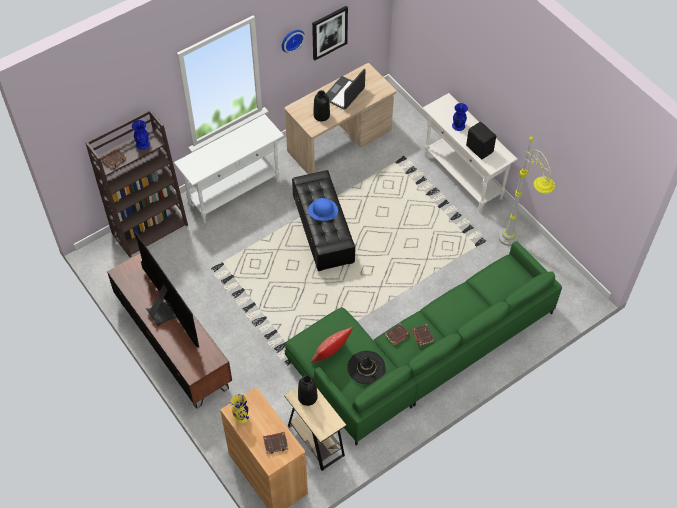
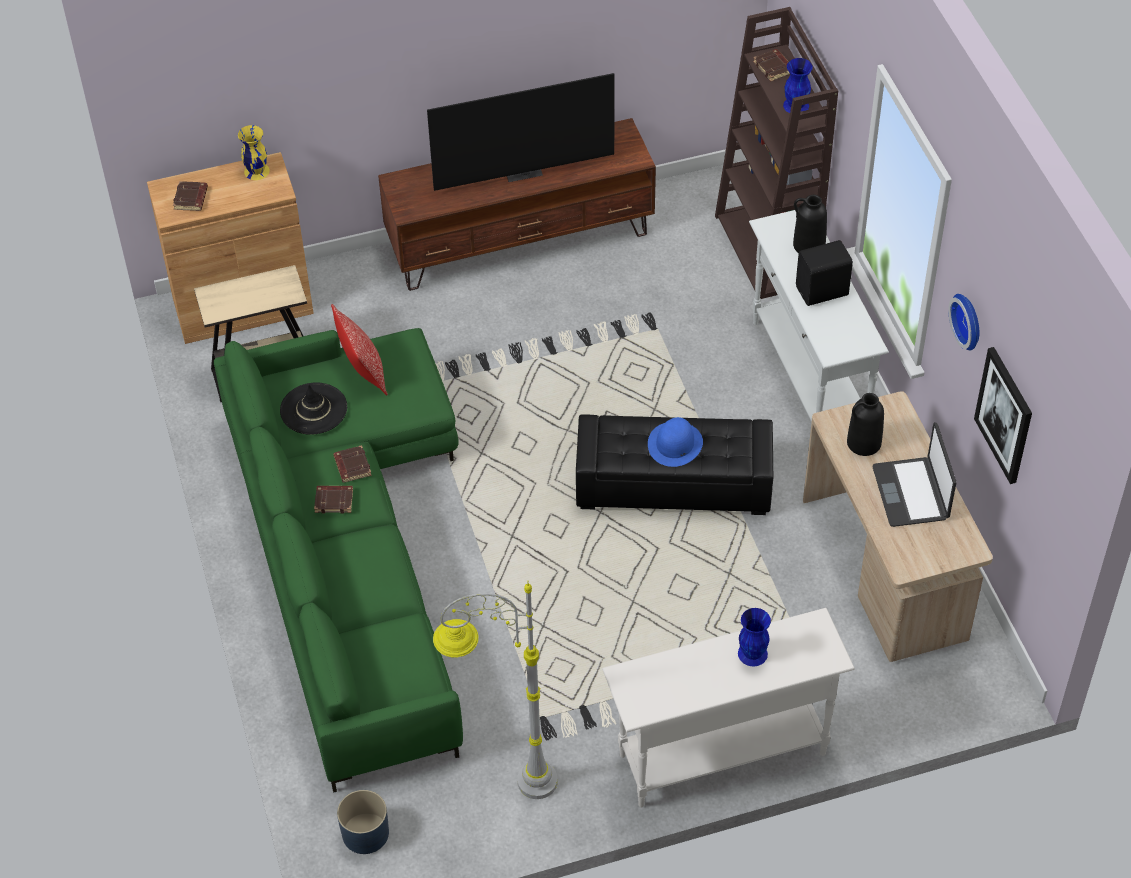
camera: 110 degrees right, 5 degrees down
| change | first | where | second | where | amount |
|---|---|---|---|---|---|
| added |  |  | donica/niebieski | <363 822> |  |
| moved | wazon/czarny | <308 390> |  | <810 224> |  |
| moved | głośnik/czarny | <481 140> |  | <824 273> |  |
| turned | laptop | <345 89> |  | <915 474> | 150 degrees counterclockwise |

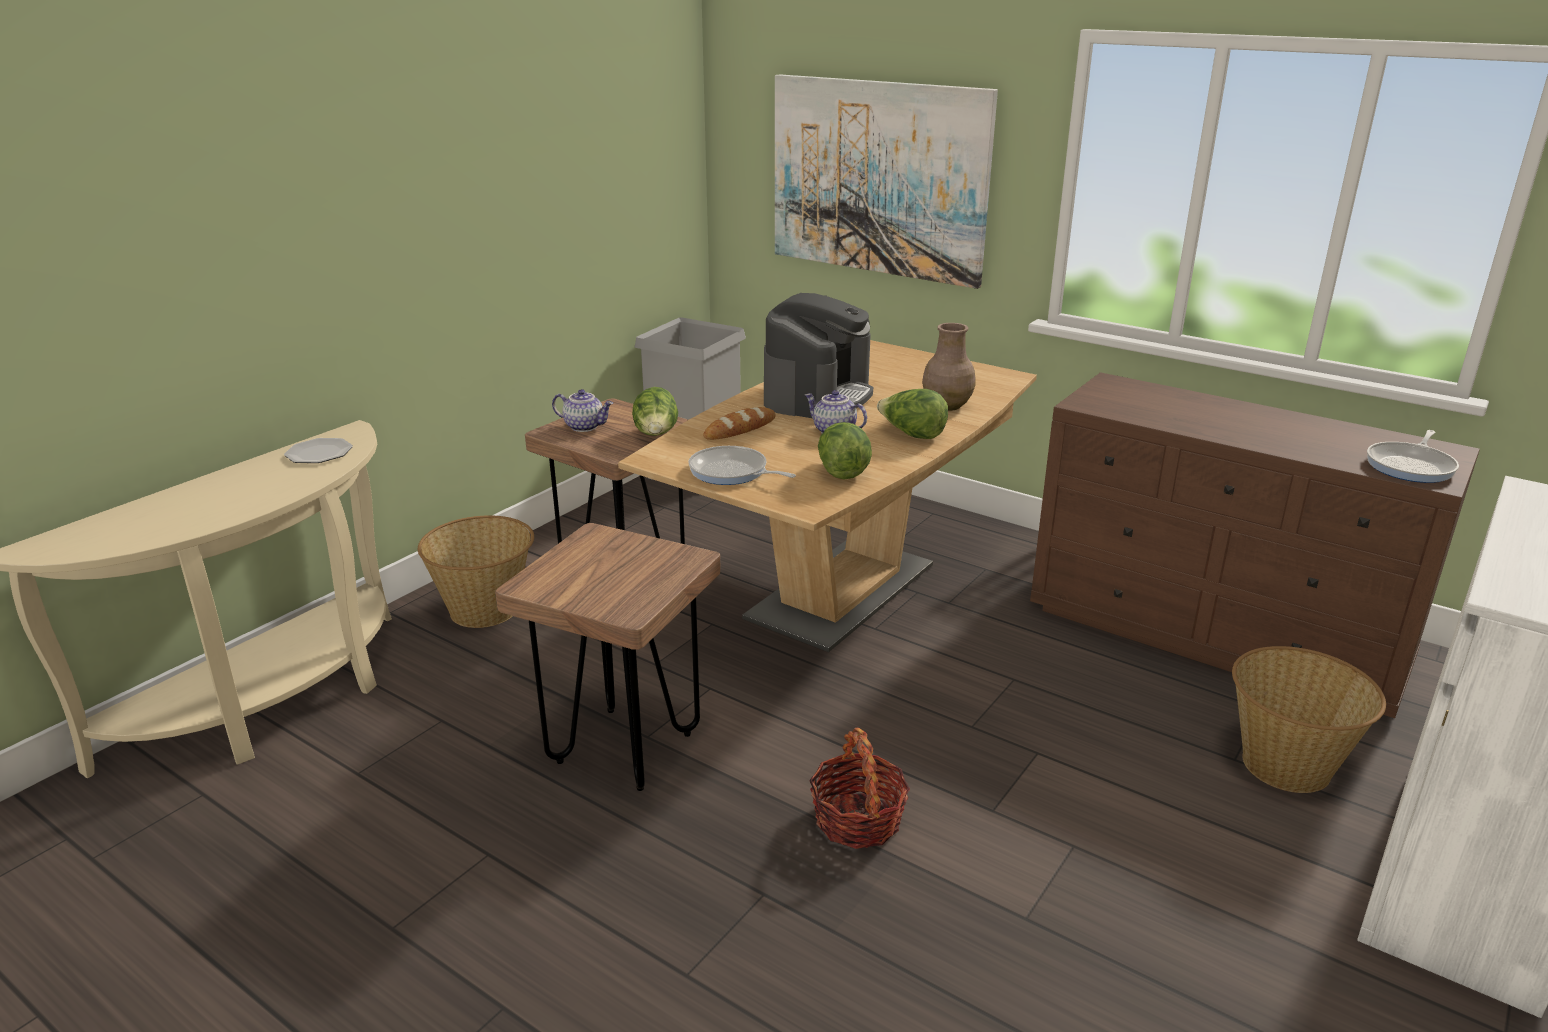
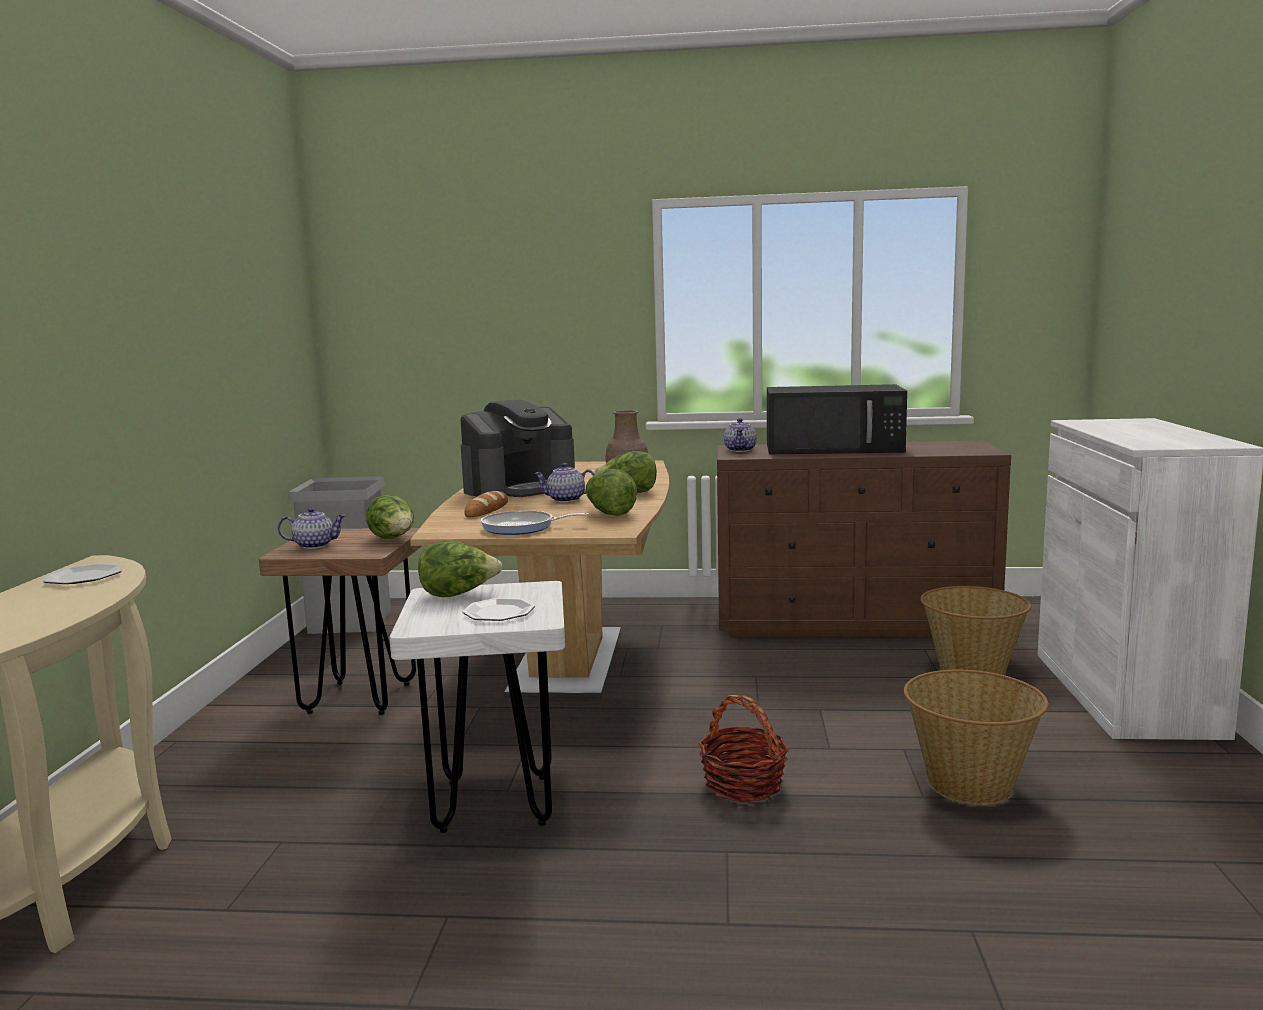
camera: 30 degrees left, 15 degrees down
| change | first | where | second | where | amount |
|---|---|---|---|---|---|
| recoloured | stołek/brązowy | <608 657> | stołek/biały | <477 707> |  |
| added |  |  | sałata | <460 569> |  |
| turned | ekspres do kawy | <818 355> |  | <518 448> | 60 degrees clockwise |
| added |  |  | talerz | <498 609> |  |
| added |  |  | imbryk | <740 435> |  |
| added |  |  | mikrofalówka/czarny | <837 419> |  |
| moved | koszyk | <476 572> |  | <976 737> |  |
| removed | obraz | <886 181> |  |  |  |
| removed | patelnia | <1413 456> |  |  |  |

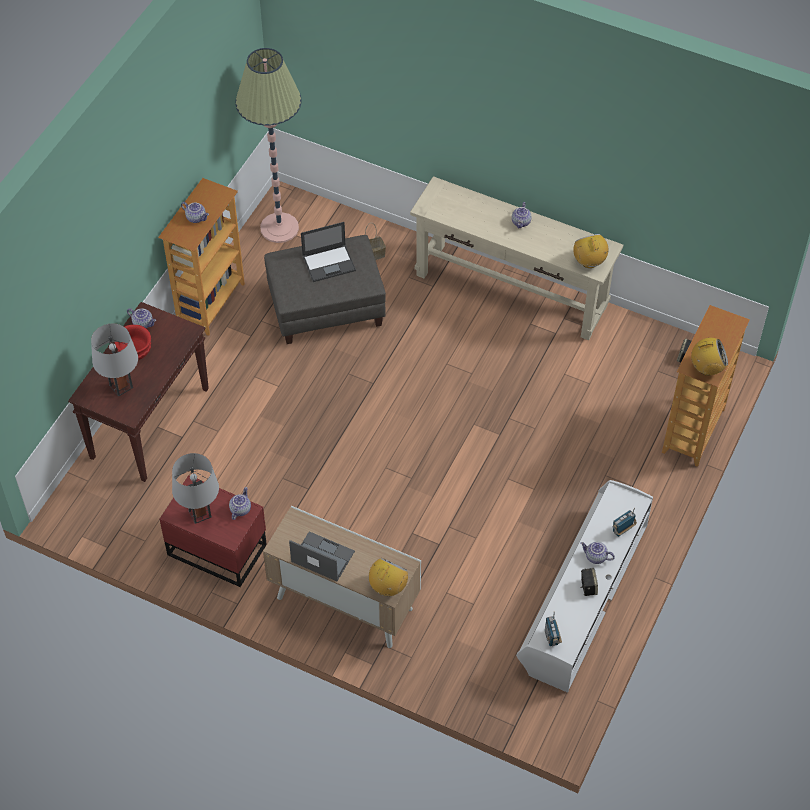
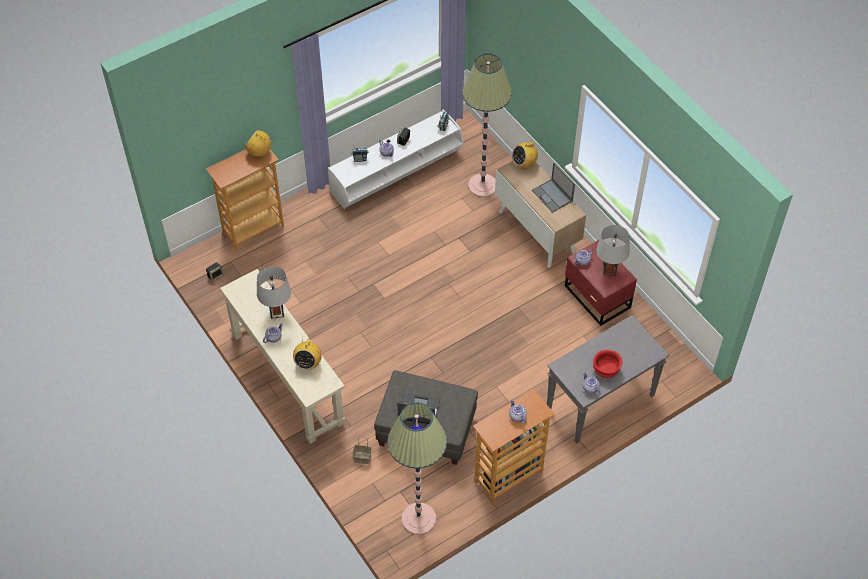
camera: 150 degrees left, 0 degrees up
| change | first | where | second | where | amount |
|---|---|---|---|---|---|
| moved | lampa stołowa/szary | <114 360> |  | <274 292> |  |
| moved | radio | <590 251> |  | <307 353> |  |
| added |  |  | lampa stojąca | <487 125> |  |
| recoloured | stolik konsolowy/brązowy | <138 392> | stolik konsolowy/szary | <608 379> |  |

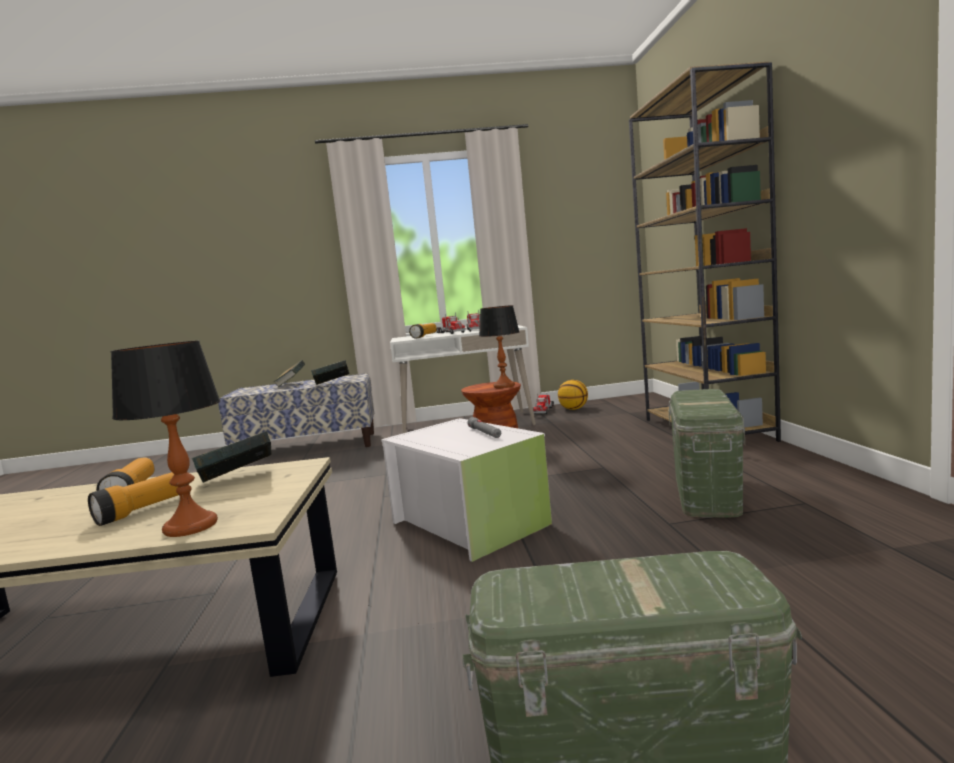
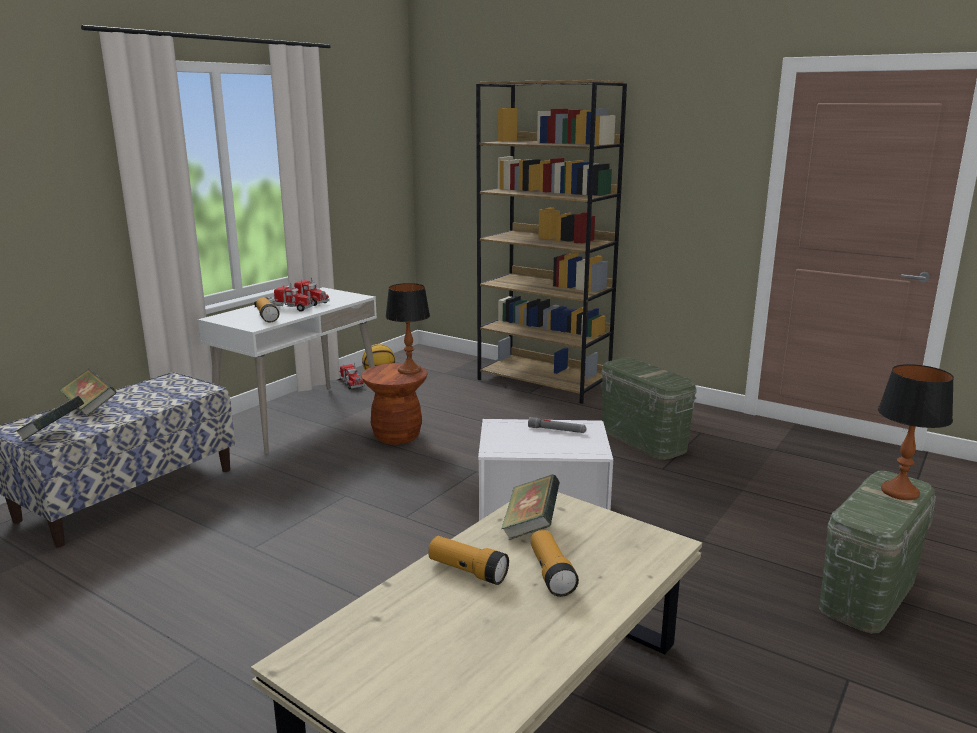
camera: 50 degrees left, 10 degrees up
| change | first | where | second | where | amount |
|---|---|---|---|---|---|
| moved | książka | <330 372> |  | <49 418> |  |
| moved | lampa stołowa | <165 439> |  | <916 432> |  |

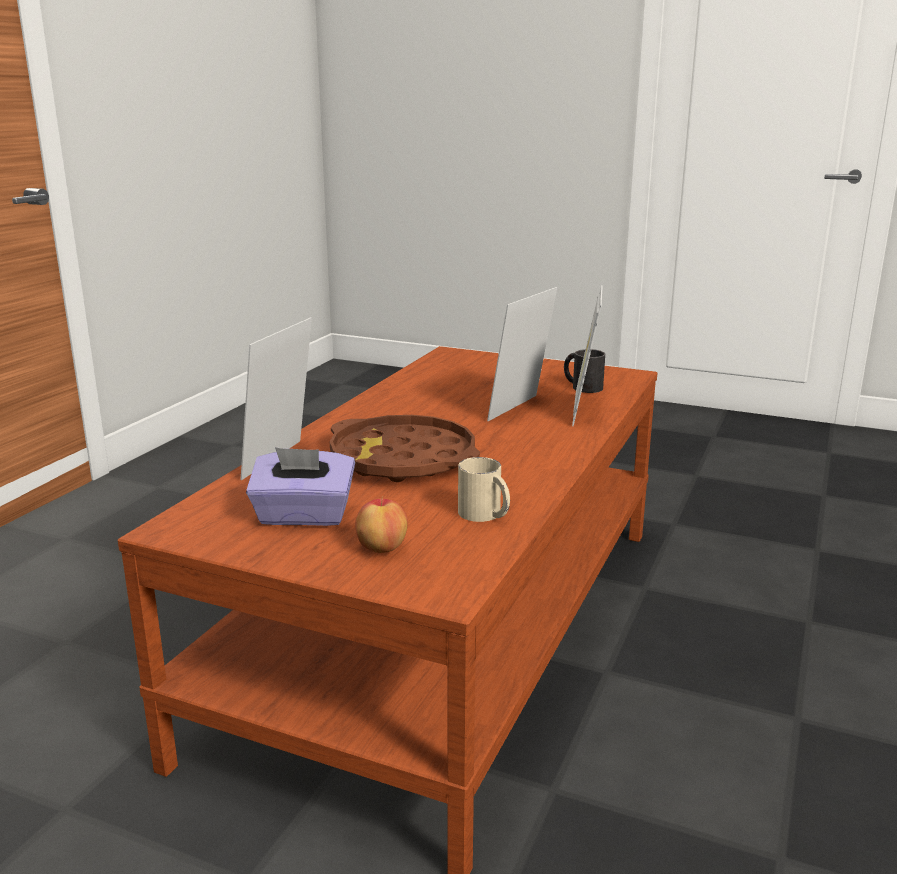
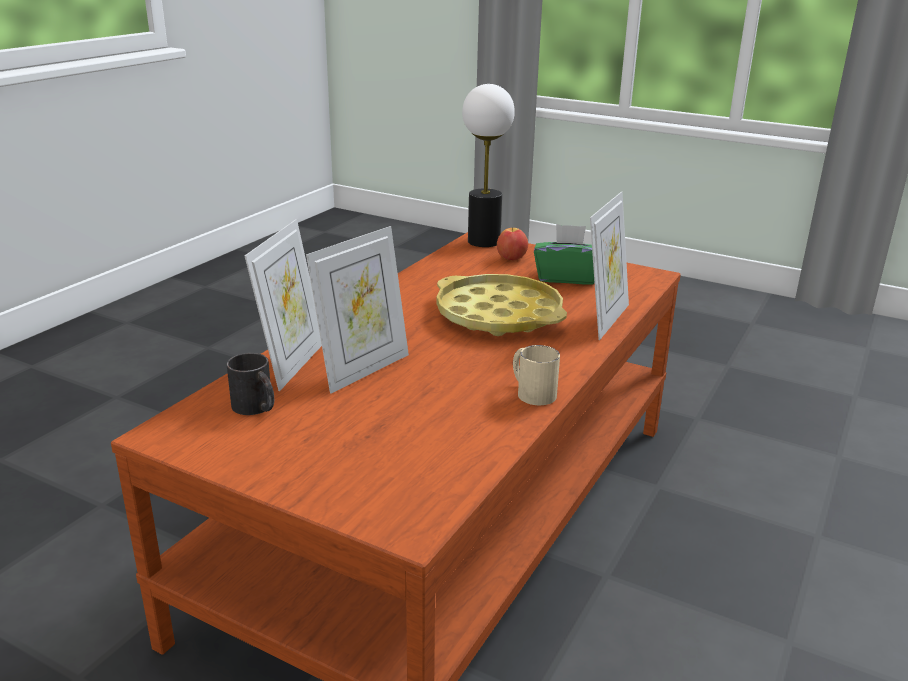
camera: 175 degrees left, 5 degrees up
| change | first | where | second | where | amount |
|---|---|---|---|---|---|
| recoloured | taca/brązowy | <405 448> | taca/żółty | <501 305> |  |
| added |  |  | lampa stołowa | <488 165> |  |
| moved | kubek/beżowy | <484 489> |  | <536 375> |  |
| recoloured | pudełko chusteczek/fioletowy | <300 486> | pudełko chusteczek/zielony | <564 254> |  |

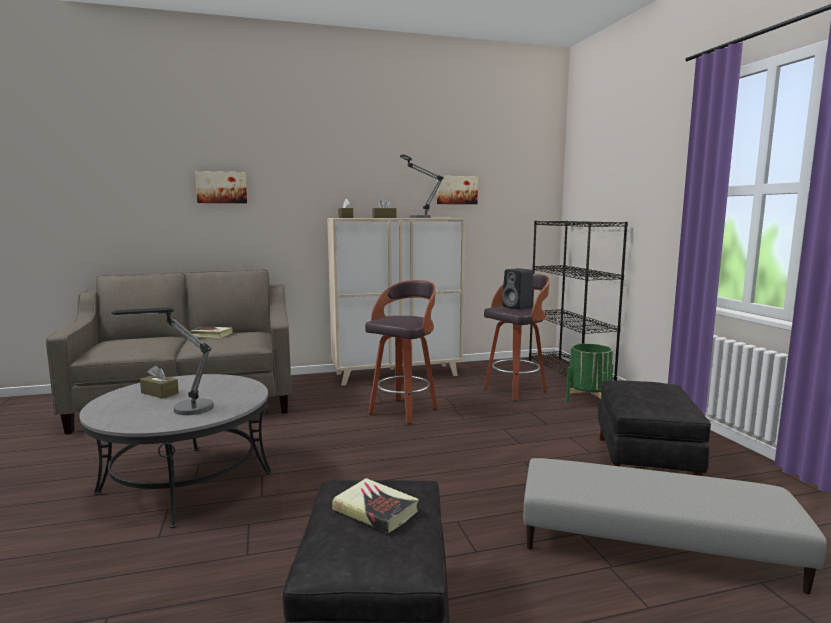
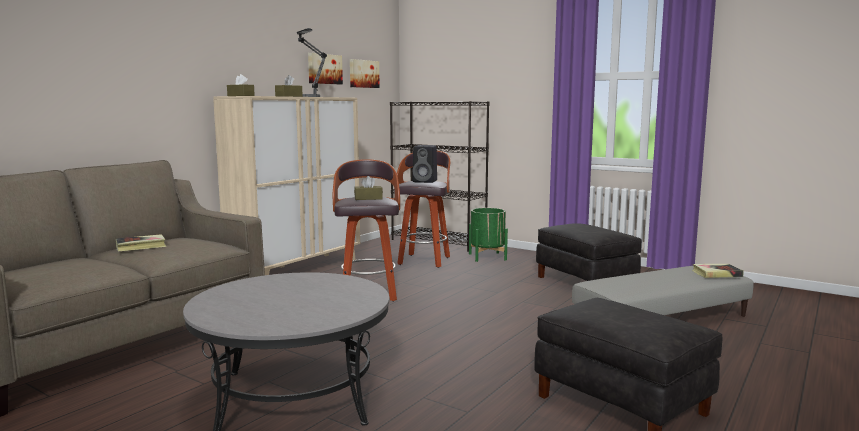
camera: 40 degrees left, 0 degrees up
| change | first | where | second | where | amount |
|---|---|---|---|---|---|
| moved | obraz | <221 187> |  | <365 73> |  |
| moved | pudełko chusteczek/brązowy | <159 382> |  | <368 188> |  |
| moved | książka | <375 505> |  | <718 271> |  |
| removed | lampa stołowa | <162 361> |  |  |  |

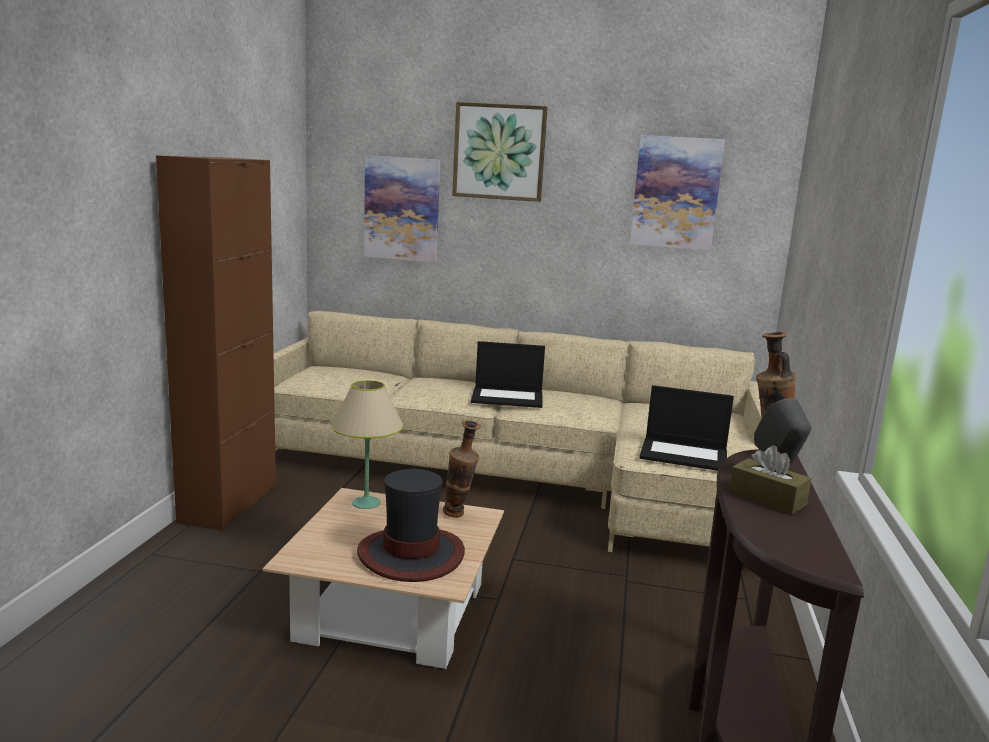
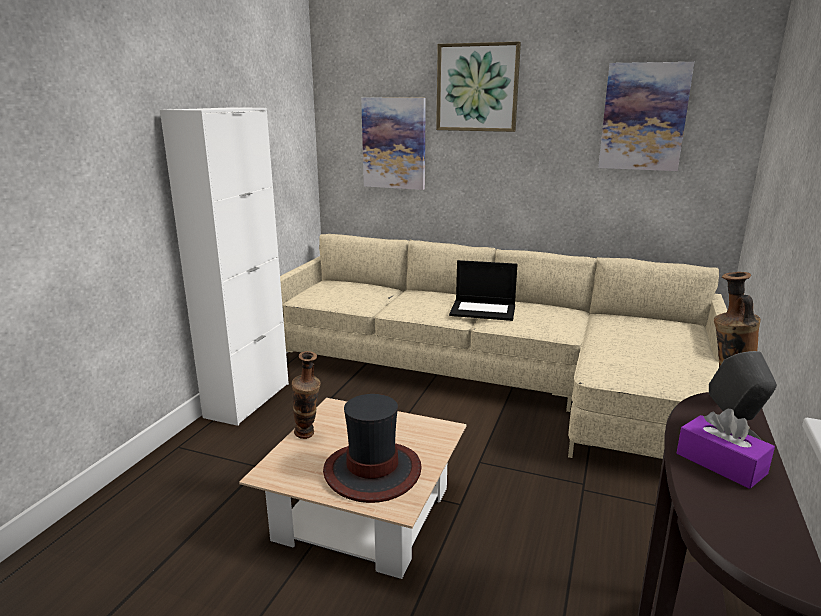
camera: 10 degrees right, 5 degrees up
| change | first | where | second | where | amount |
|---|---|---|---|---|---|
| recoloured | szafka/brązowy | <216 342> | szafka/biały | <224 266> |  |
| moved | wazon | <462 469> |  | <306 395> |  |
| recoloured | pudełko chusteczek/brązowy | <770 480> | pudełko chusteczek/fioletowy | <726 449> |  |
| removed | lampa stołowa/beżowy | <367 444> |  |  |  |
| removed | laptop | <686 428> |  |  |  |

